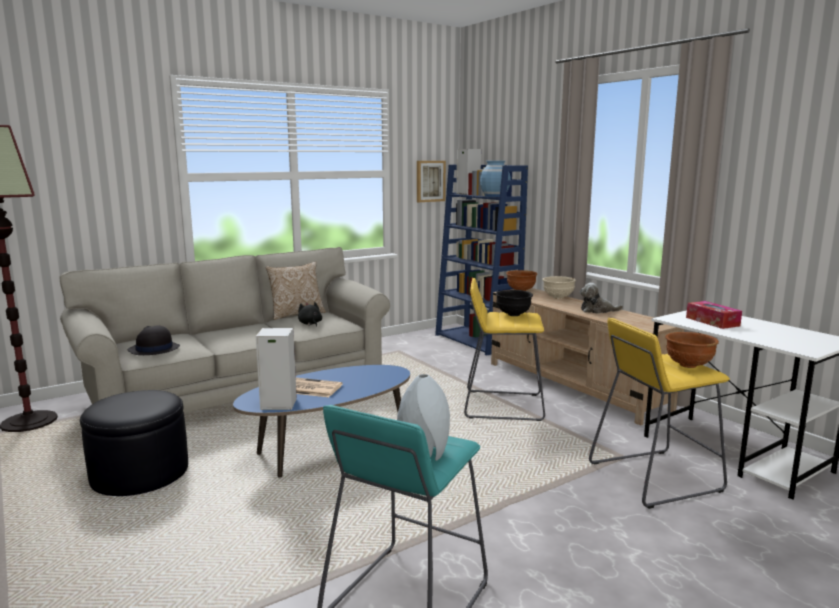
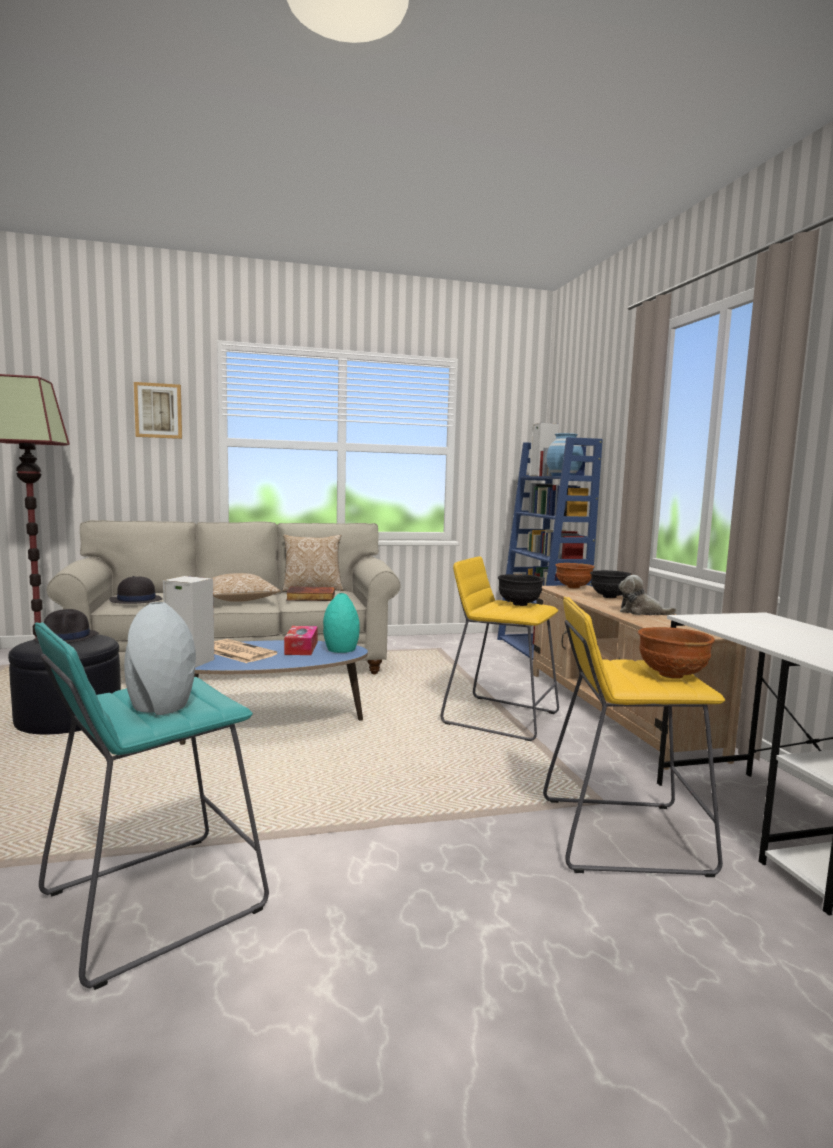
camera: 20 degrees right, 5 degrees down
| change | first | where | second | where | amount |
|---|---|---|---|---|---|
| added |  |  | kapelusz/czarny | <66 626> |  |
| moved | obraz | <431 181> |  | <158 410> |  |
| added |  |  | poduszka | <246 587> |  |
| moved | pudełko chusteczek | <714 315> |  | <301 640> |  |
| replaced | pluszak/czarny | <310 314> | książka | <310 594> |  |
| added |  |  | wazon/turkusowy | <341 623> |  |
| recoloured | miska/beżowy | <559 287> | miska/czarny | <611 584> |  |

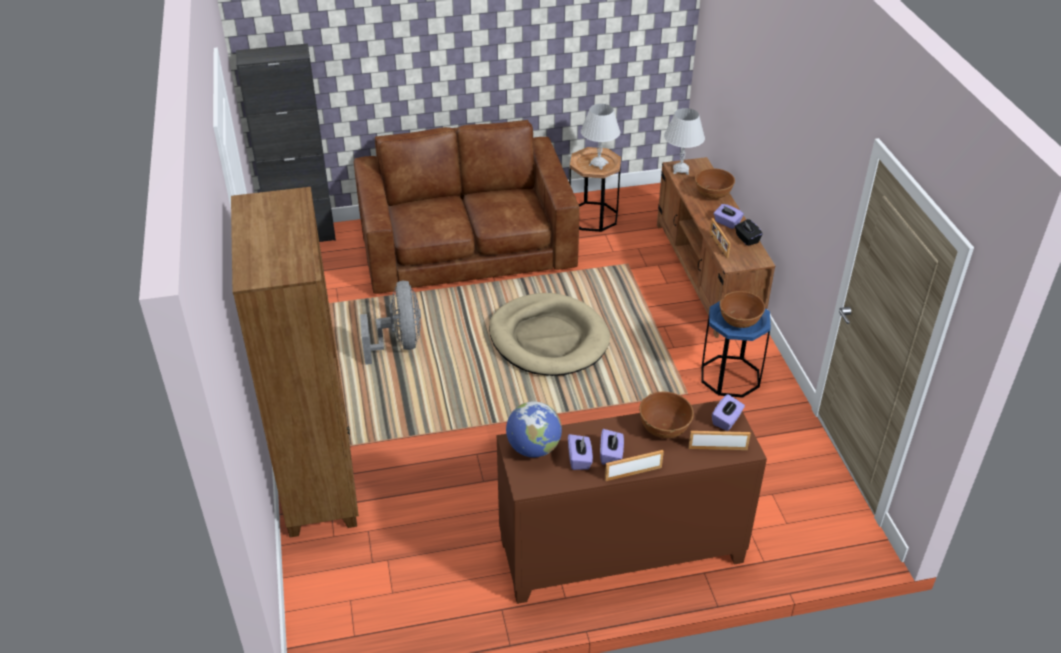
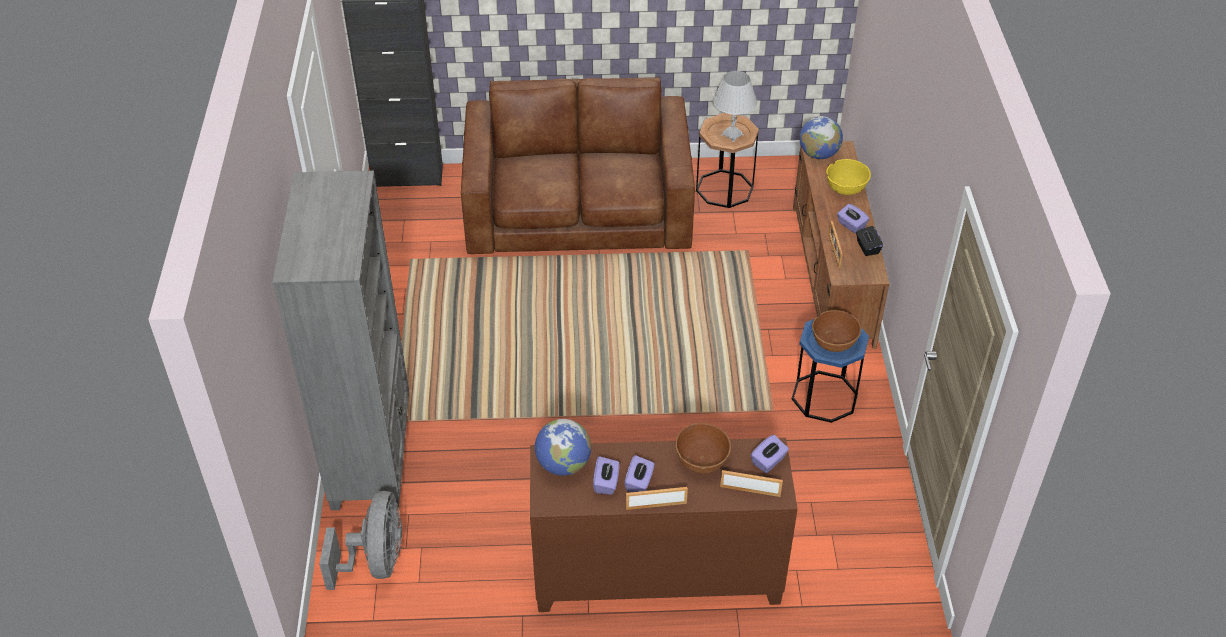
camera: 10 degrees right, 5 degrees up
| change | first | where | second | where | amount |
|---|---|---|---|---|---|
| recoloured | regał/brązowy | <295 362> | regał/szary | <340 340> |  |
| moved | wentylator/szary | <390 323> |  | <360 540> |  |
| replaced | lampa stołowa/biały | <684 141> | globus | <821 137> |  |
| recoloured | miska/brązowy | <715 183> | miska/żółty | <848 177> |  |
| removed | legowisko/beżowy | <549 334> |  |  |  |

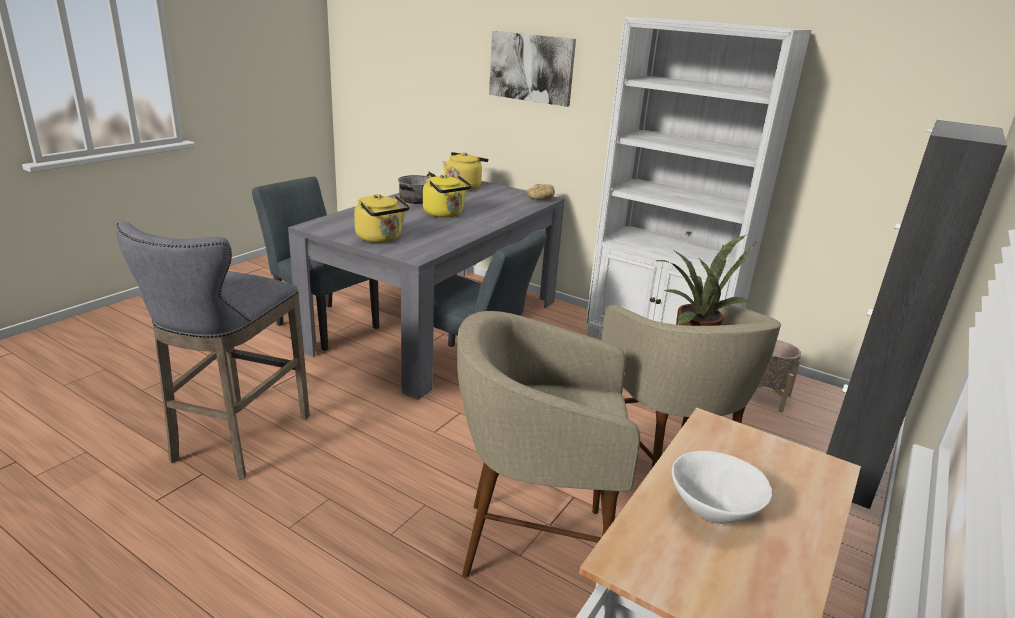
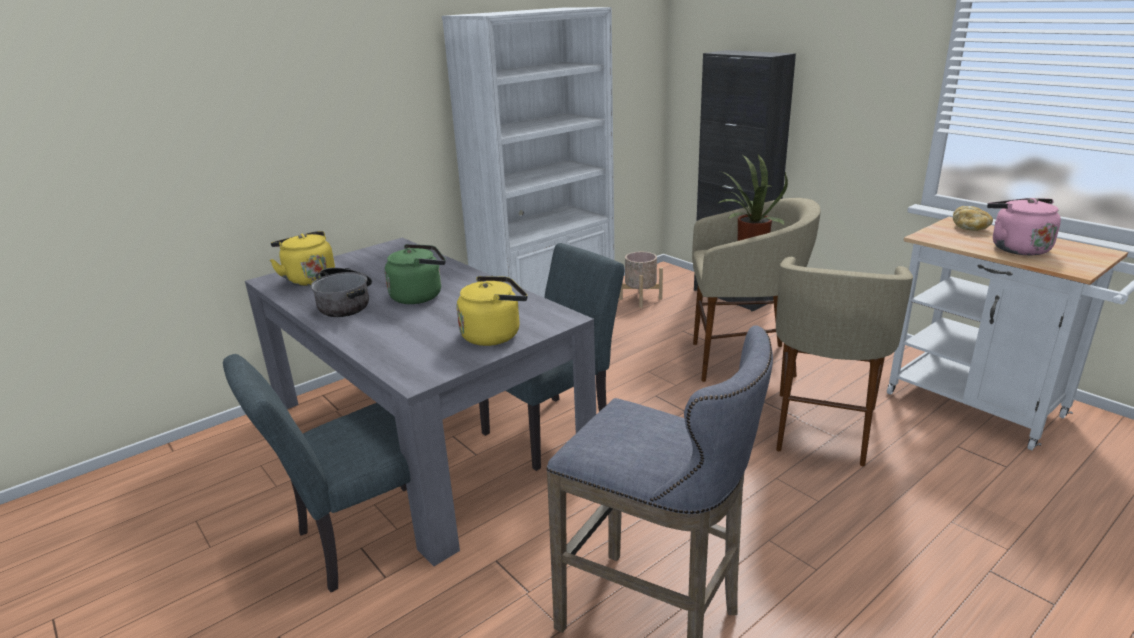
camera: 70 degrees left, 0 degrees up
| change | first | where | second | where | amount |
|---|---|---|---|---|---|
| recoloured | czajnik/żółty | <447 196> | czajnik/zielony | <415 274> |  |
| moved | chleb | <540 192> |  | <973 218> |  |
| replaced | miska/biały | <722 487> | czajnik/różowy | <1024 226> |  |
| removed | obraz | <532 69> |  |  |  |

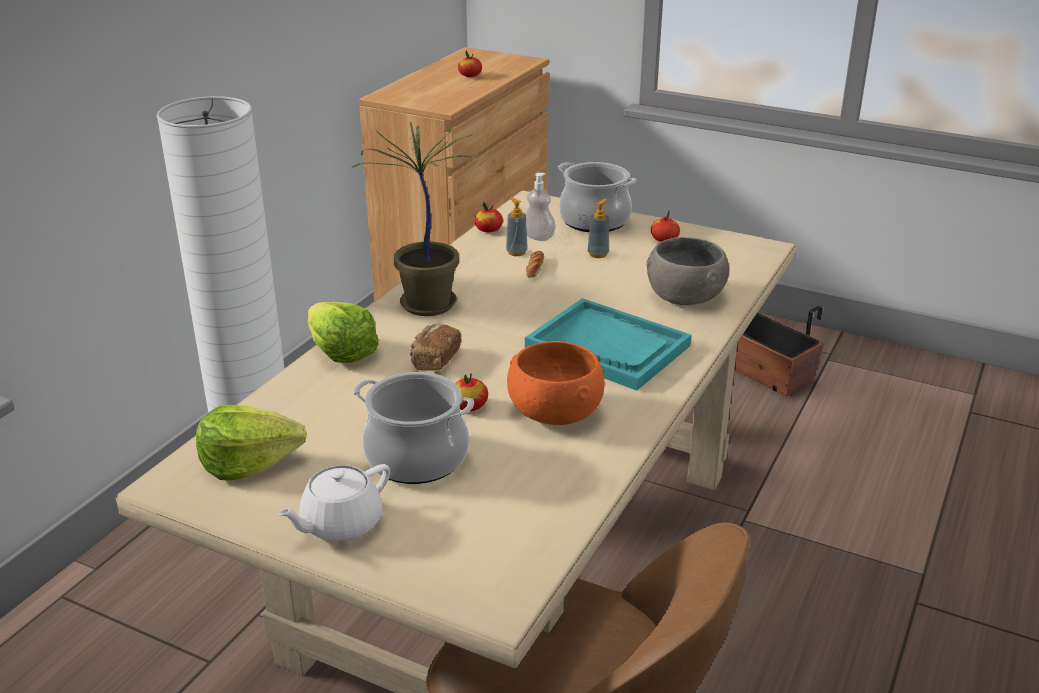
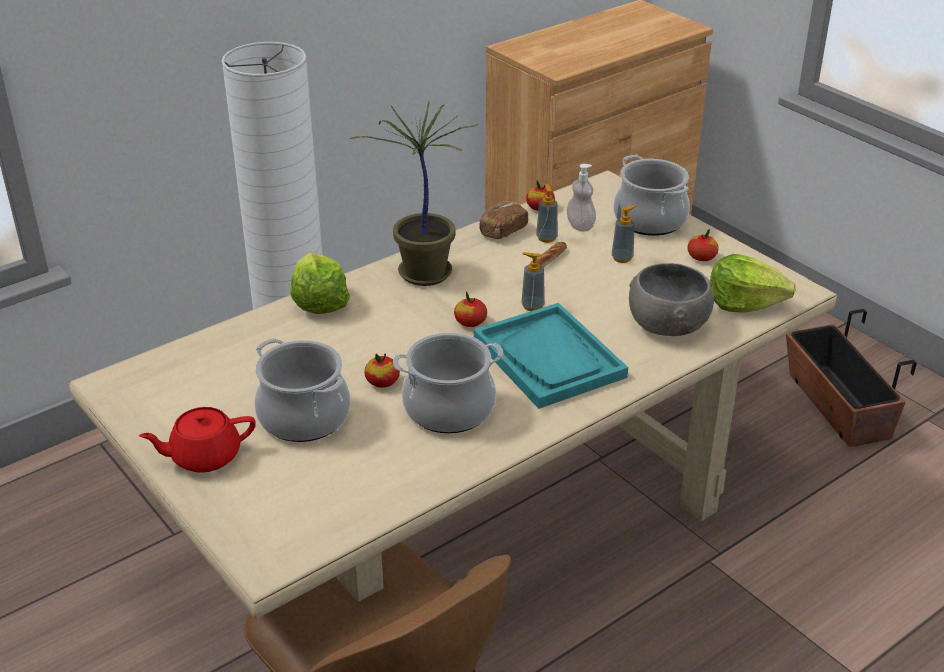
camera: 25 degrees right, 5 degrees up
| change | first | where | second | where | amount |
|---|---|---|---|---|---|
| recoloured | imbryk/biały | <333 503> | imbryk/czerwony | <197 440> |  |
| replaced | miska/pomarańczowy | <556 383> | garnek | <448 383> |  |
| moved | jabłko | <470 64> |  | <470 309> |  |
| moved | chleb | <435 347> |  | <503 220> |  |
| added |  |  | dozownik mydła | <533 281> |  |
| moved | sałata | <251 443> |  | <753 283> |  |

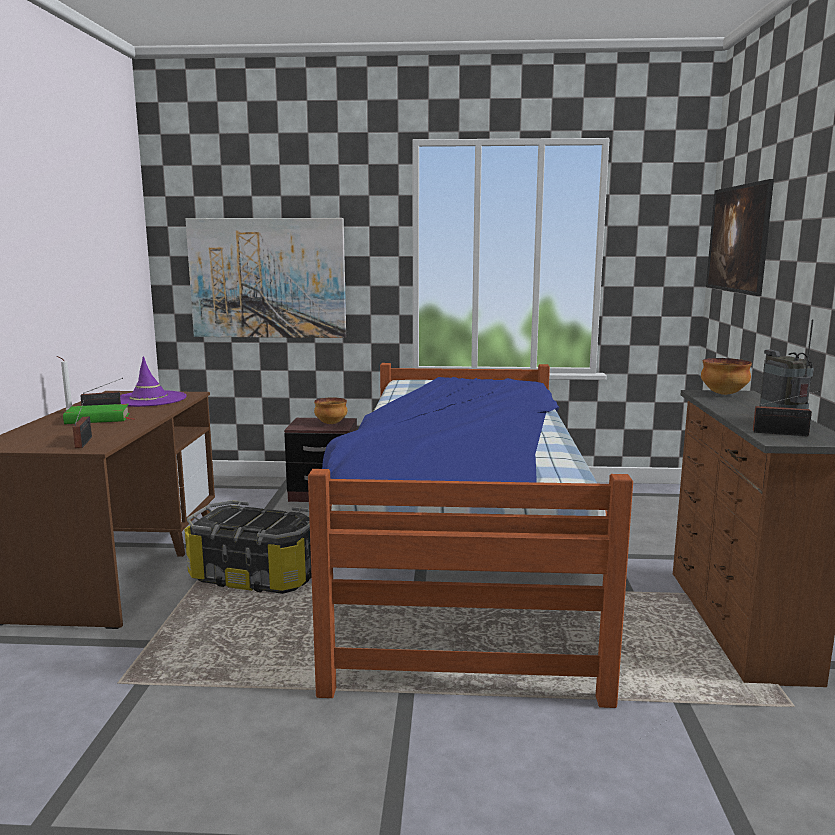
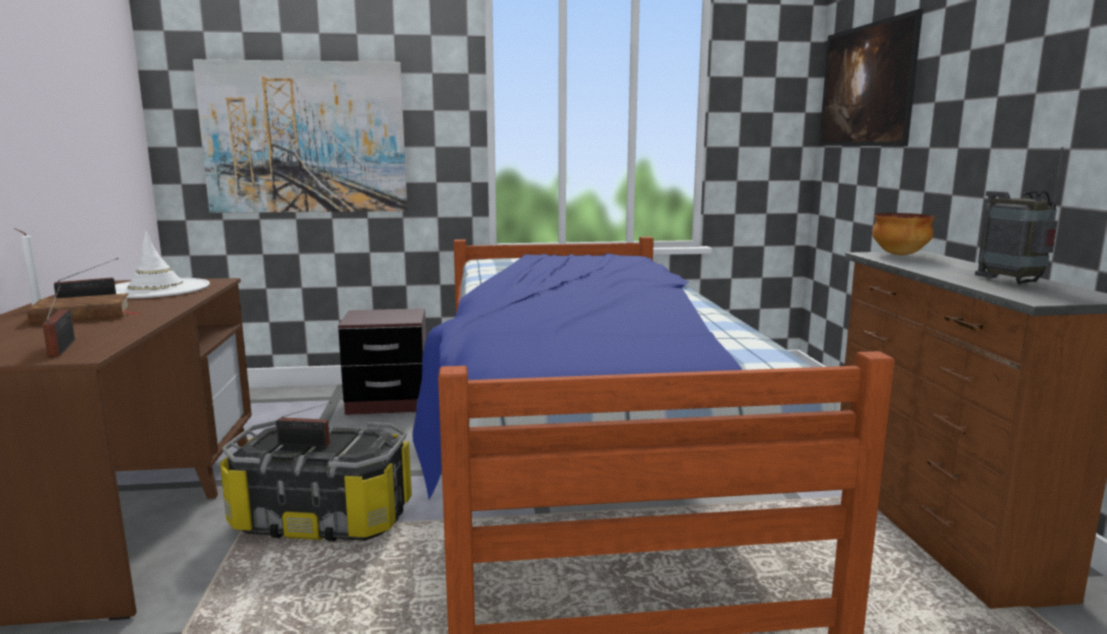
camera: 10 degrees left, 0 degrees up
| change | first | where | second | where | amount |
|---|---|---|---|---|---|
| recoloured | książka/zielony | <98 414> | książka/brązowy | <83 308> |  |
| recoloured | kapelusz/fioletowy | <153 381> | kapelusz/biały | <162 264> |  |
| moved | radio | <786 413> |  | <304 424> |  |
| removed | miska | <330 411> |  |  |  |

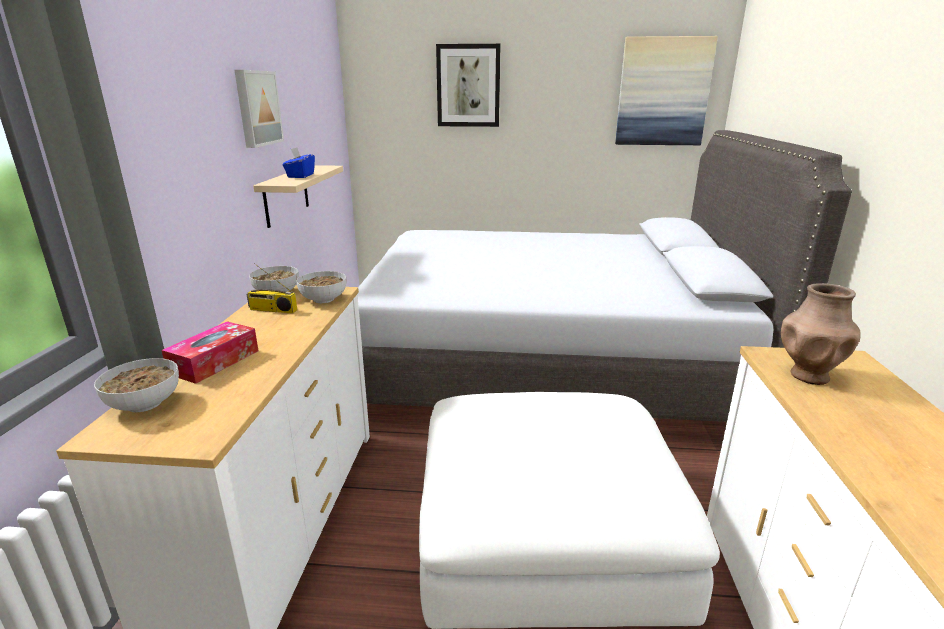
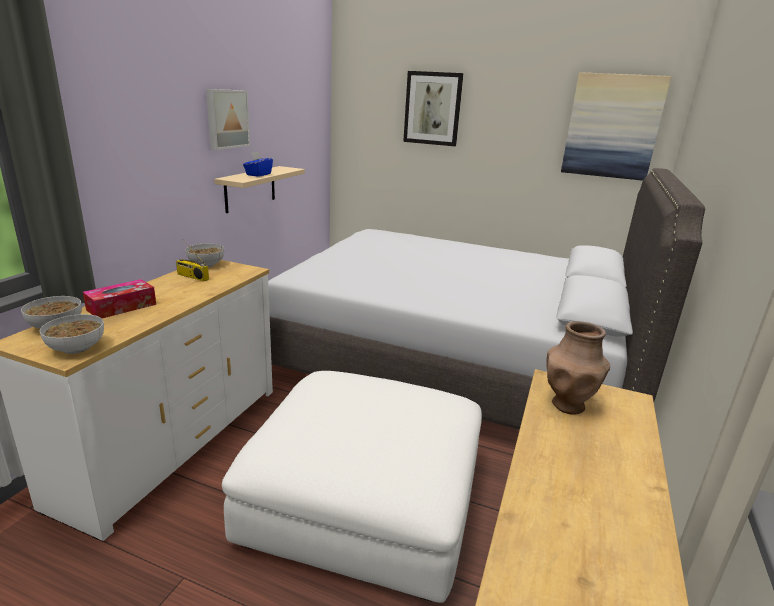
camera: 15 degrees right, 0 degrees up
| change | first | where | second | where | amount |
|---|---|---|---|---|---|
| moved | miska | <321 287> |  | <72 334> |  |

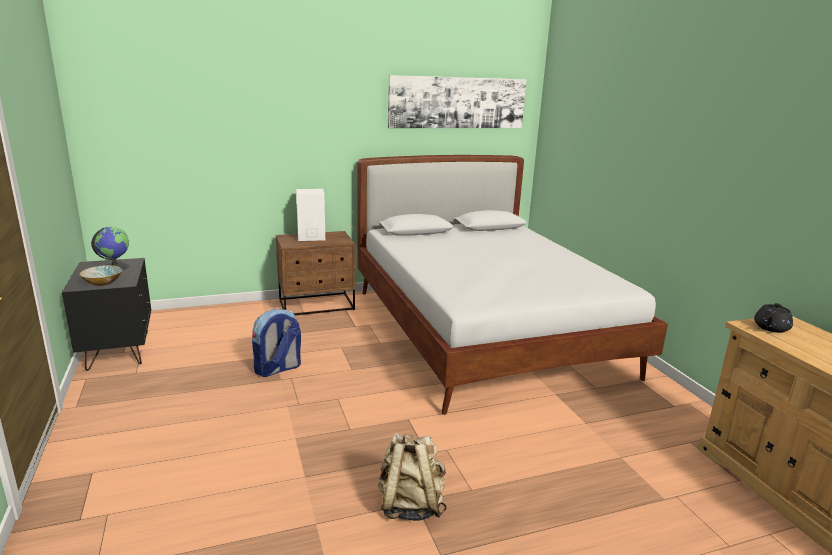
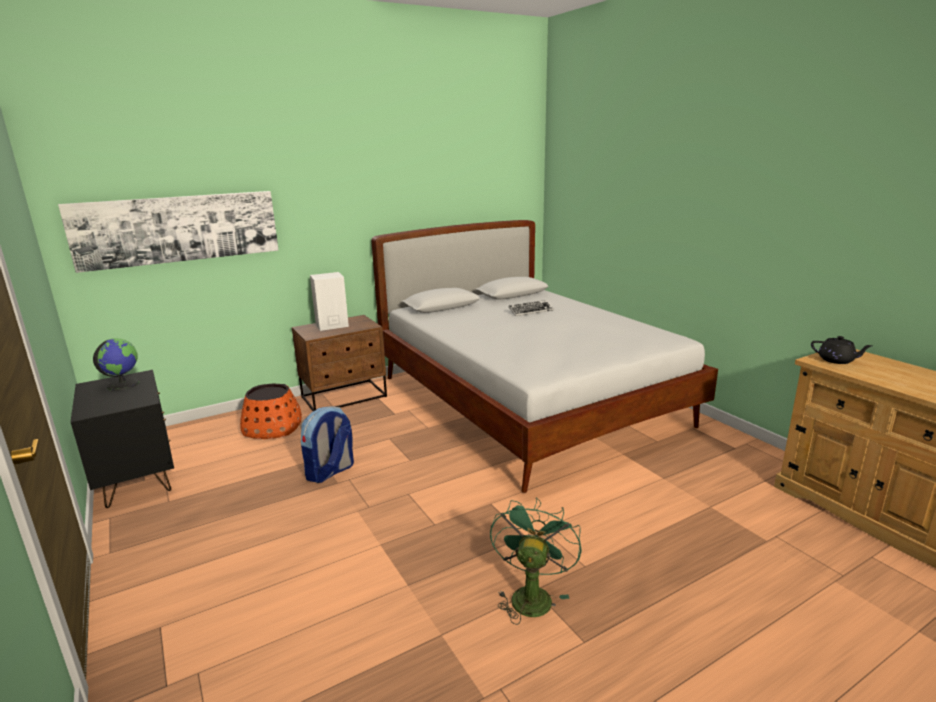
camera: 10 degrees left, 0 degrees up
| change | first | where | second | where | amount |
|---|---|---|---|---|---|
| moved | obraz | <457 101> |  | <168 232> |  |
| added |  |  | donica/pomarańczowy | <271 411> |  |
| replaced | plecak/beżowy | <412 477> | wentylator/zielony | <536 561> |  |
| added |  |  | klawiatura | <531 308> |  |
| turned | imbryk/czarny | <773 318> |  | <841 350> | 90 degrees counterclockwise |
| removed | miska | <100 275> |  |  |  |

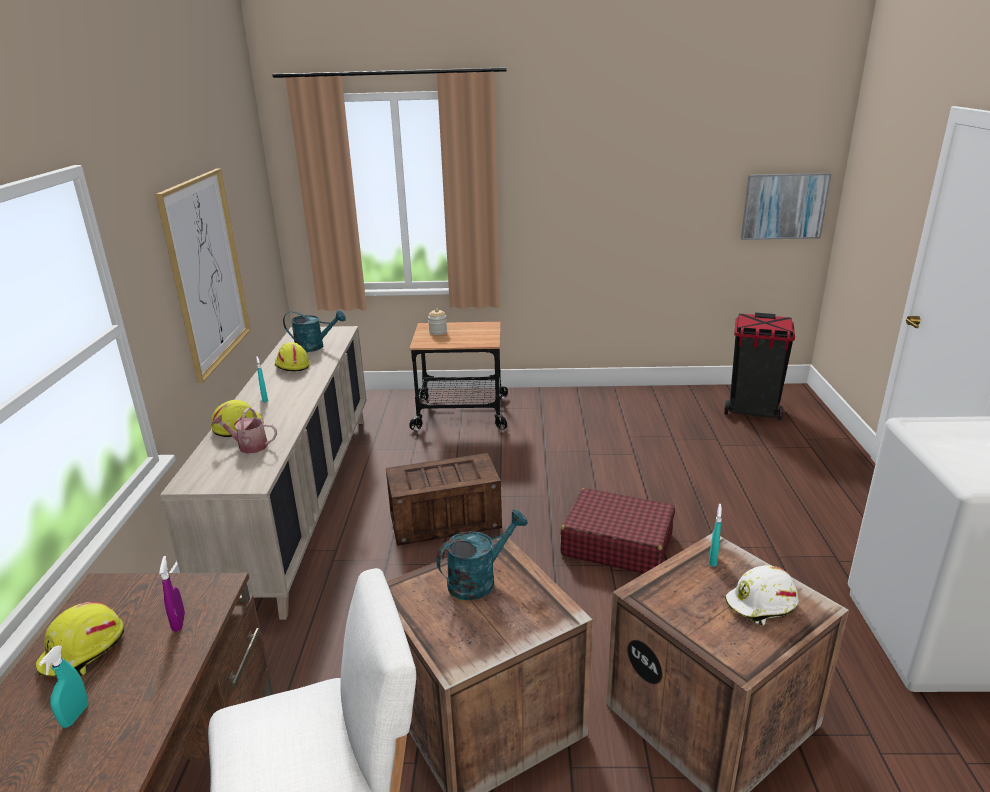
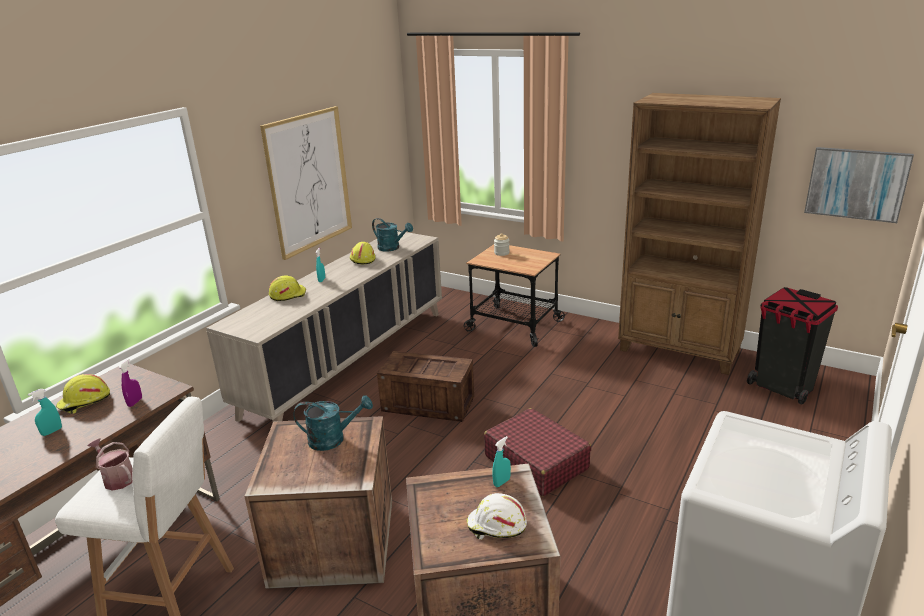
camera: 30 degrees right, 0 degrees up
| change | first | where | second | where | amount |
|---|---|---|---|---|---|
| moved | konewka | <244 431> |  | <110 464> |  |
| added |  |  | regał/brązowy | <699 234> |  |

